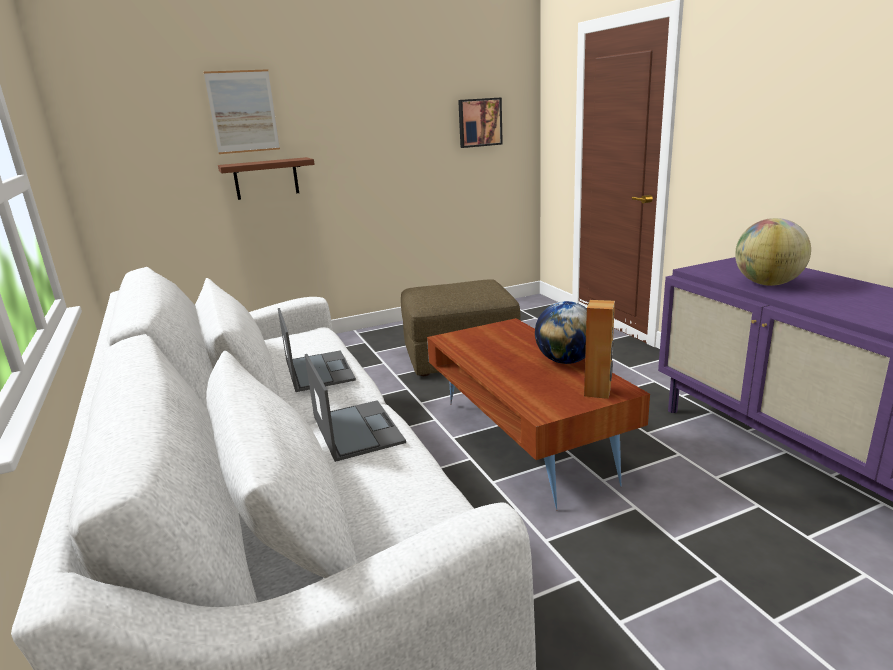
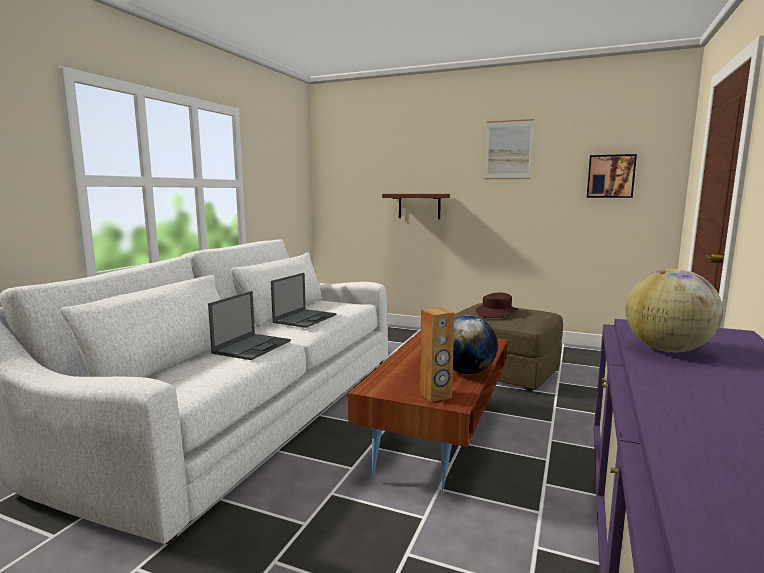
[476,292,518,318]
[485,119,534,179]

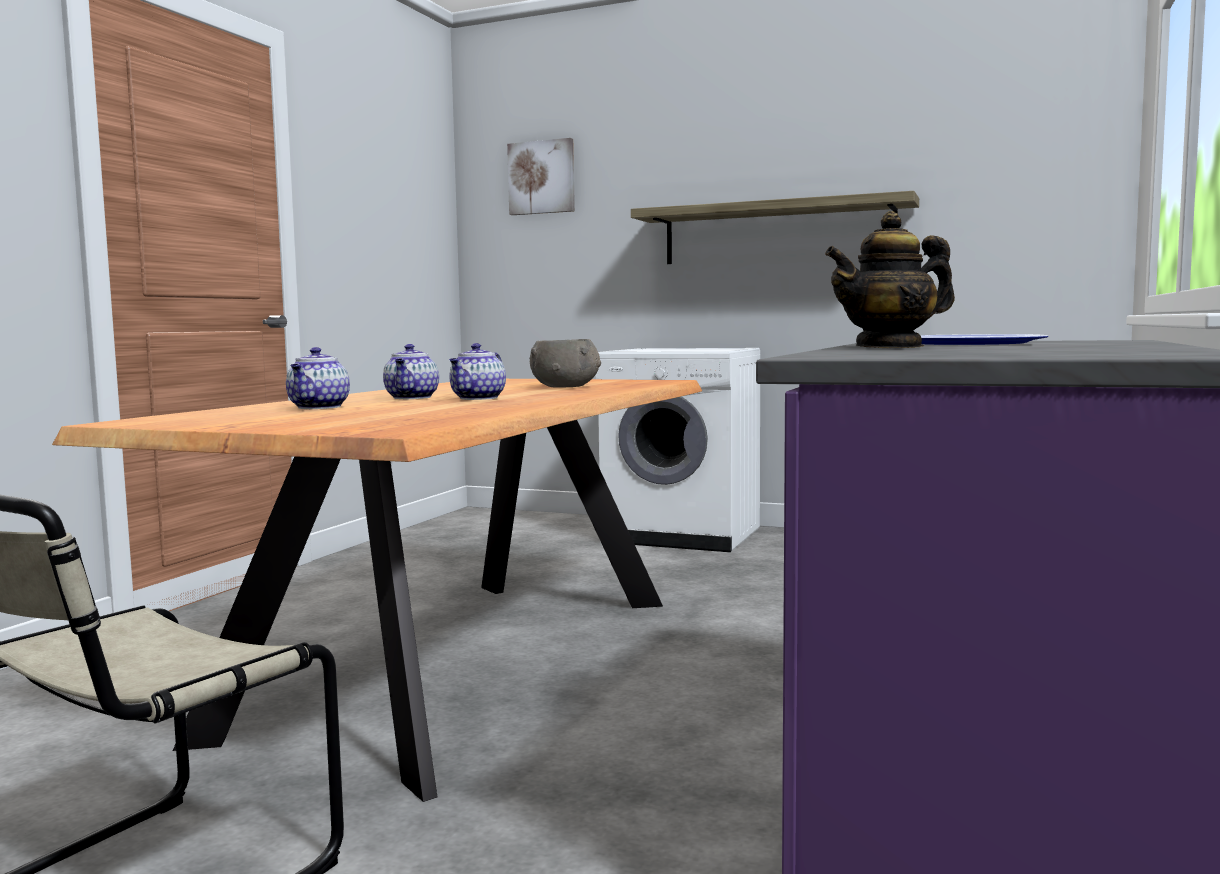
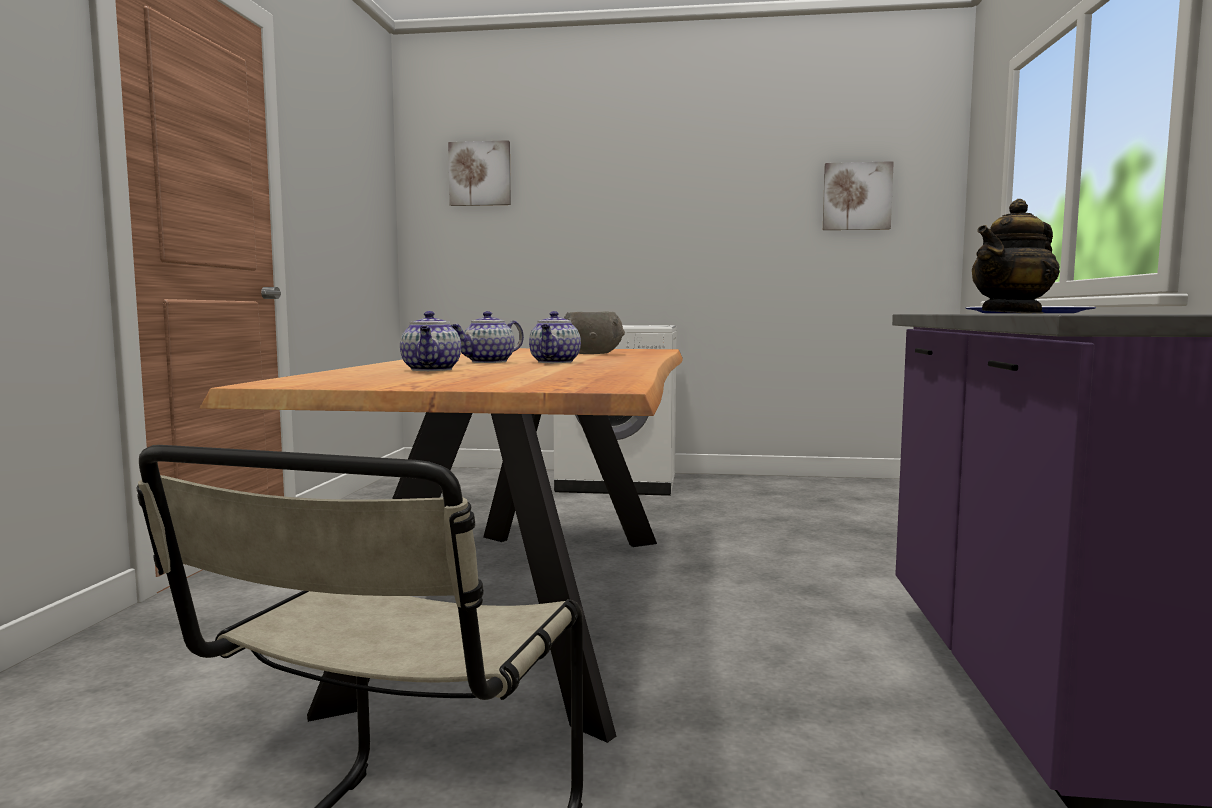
[451,311,524,363]
[823,161,894,230]
[631,191,919,264] (first image)

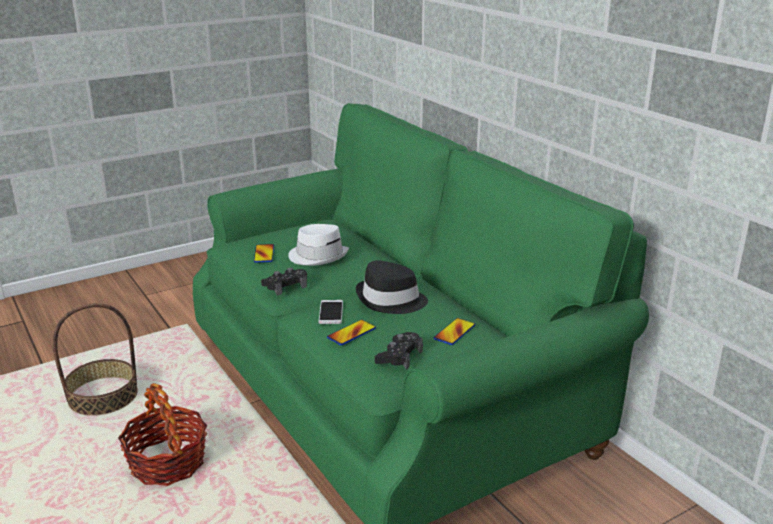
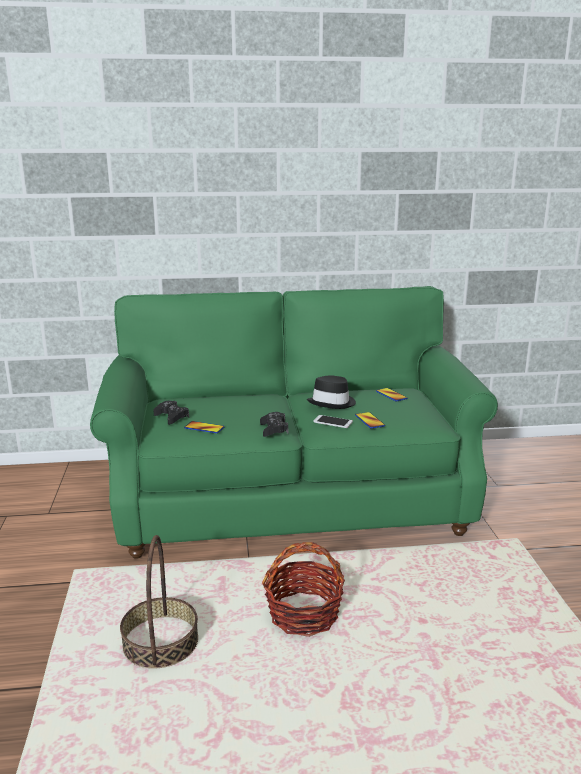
[153,401,189,425]
[288,224,349,266] (first image)

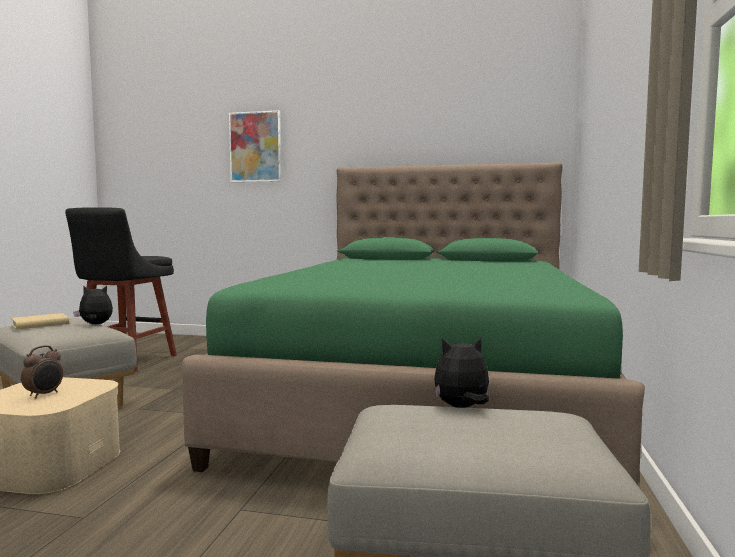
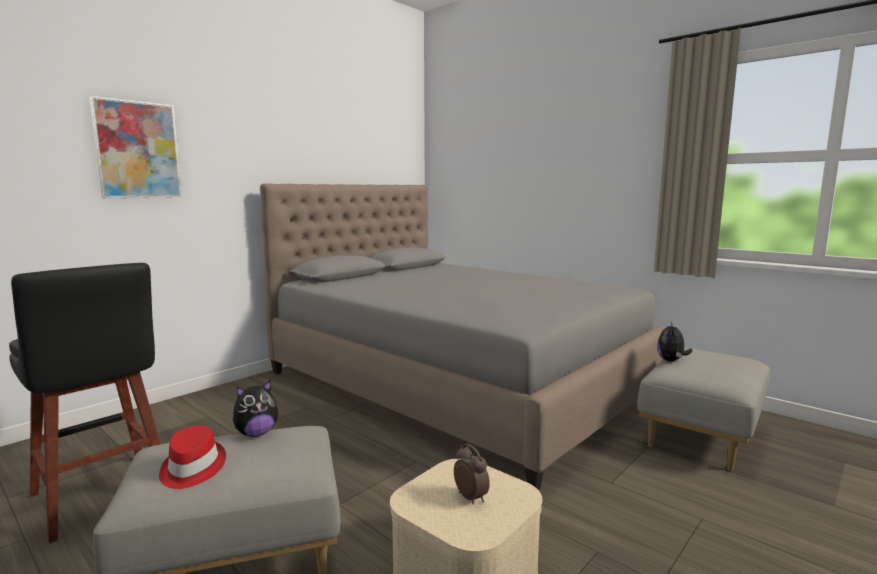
[159,425,226,489]
[233,380,278,437]
[260,183,666,490]

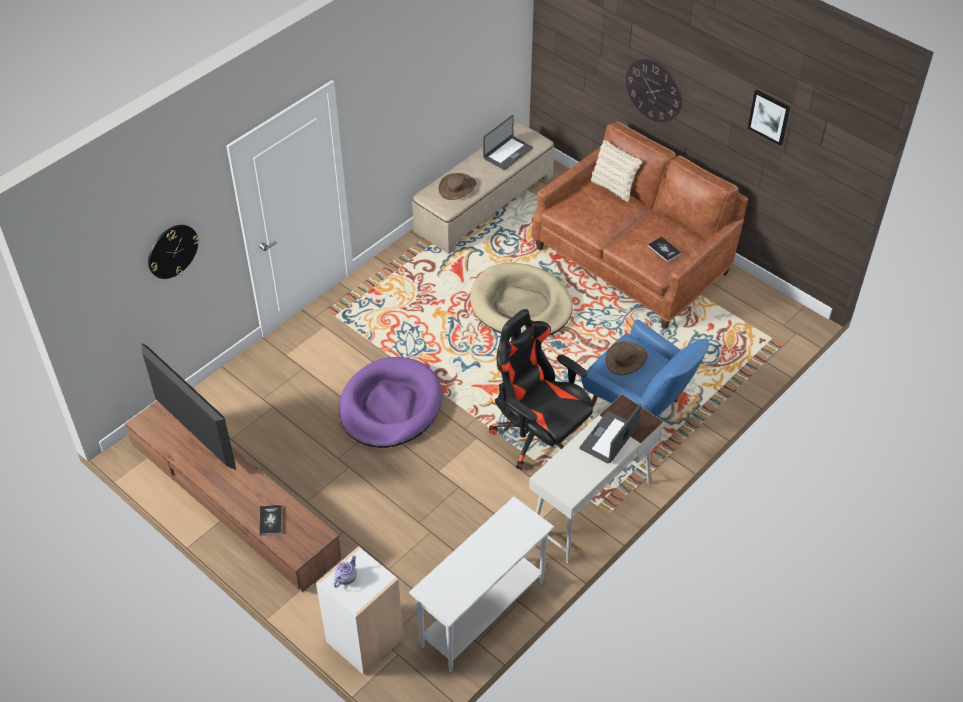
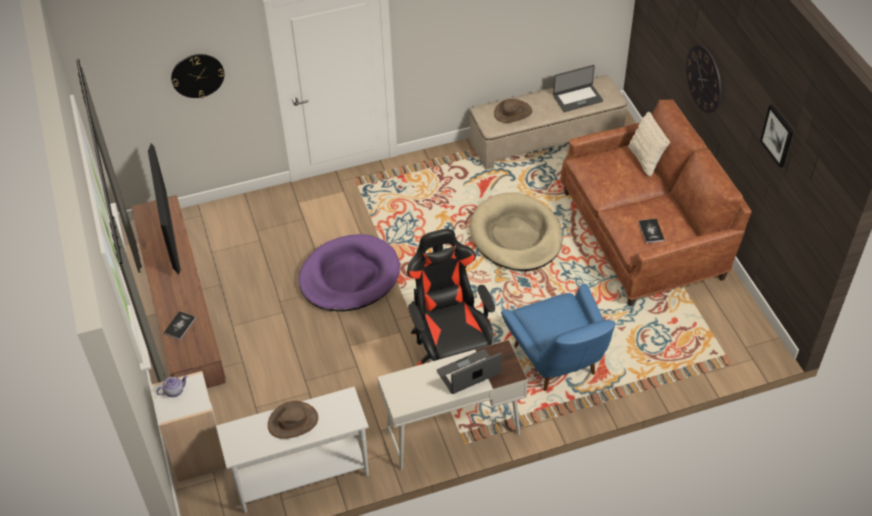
[268,401,318,439]

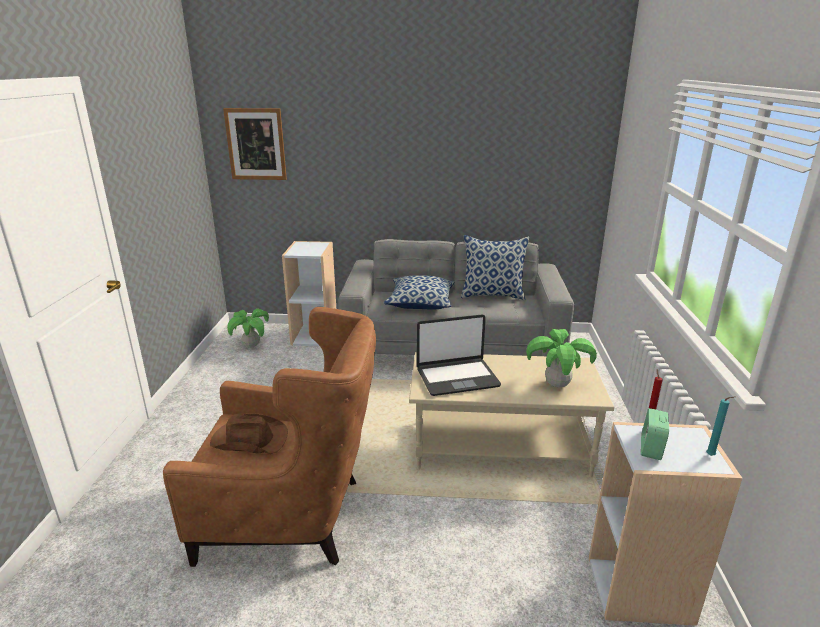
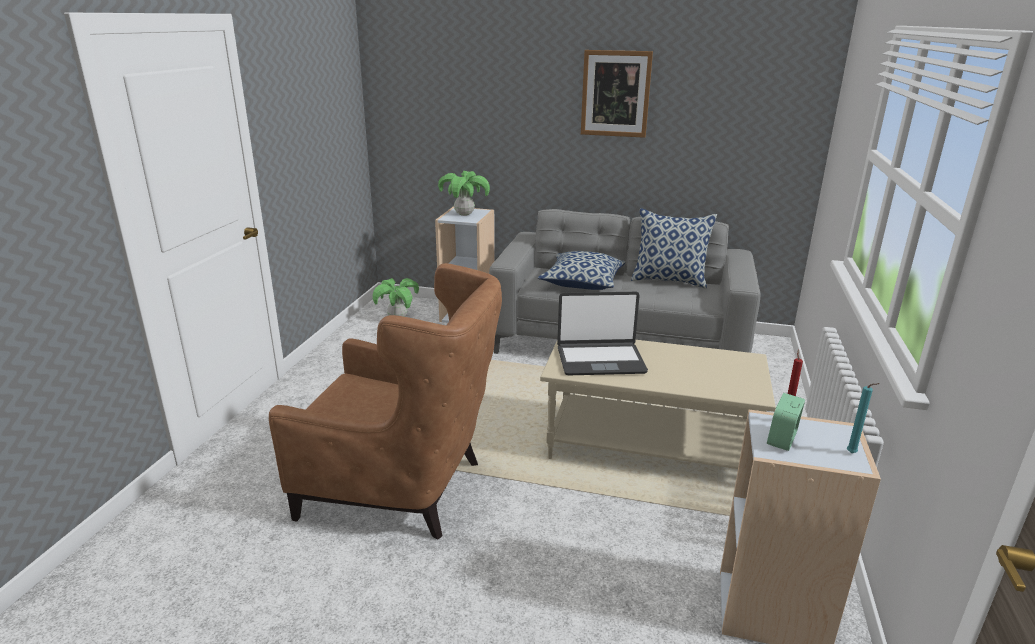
[438,171,490,216]
[581,50,653,138]
[210,413,288,454] (first image)

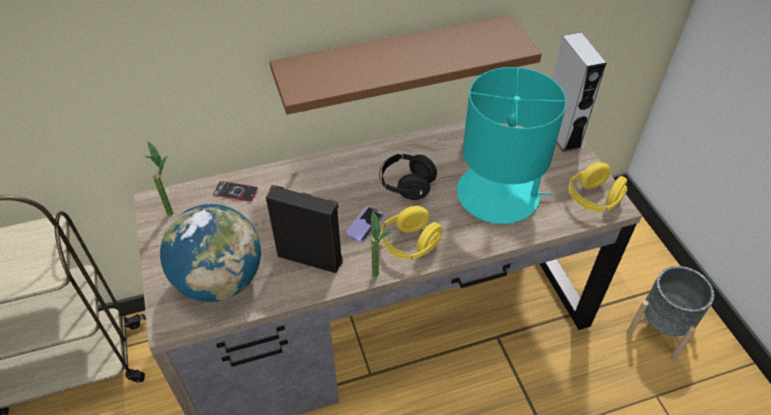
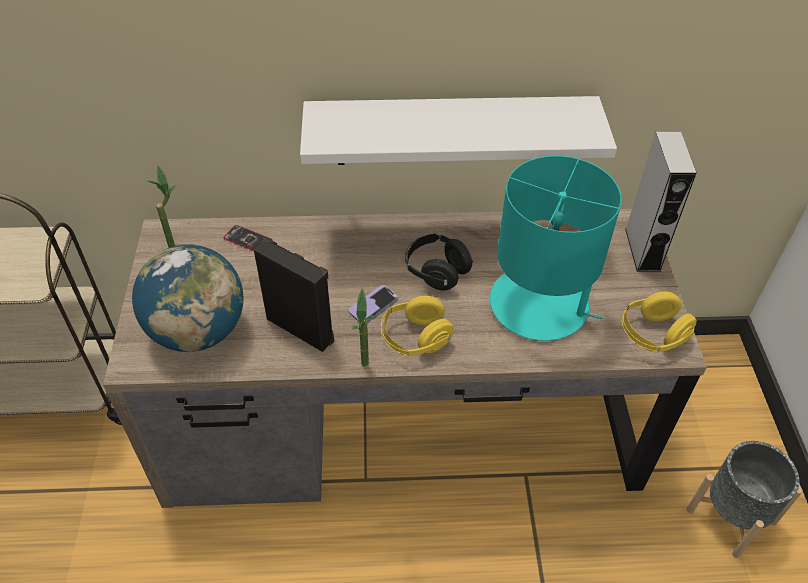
[300,96,617,165]

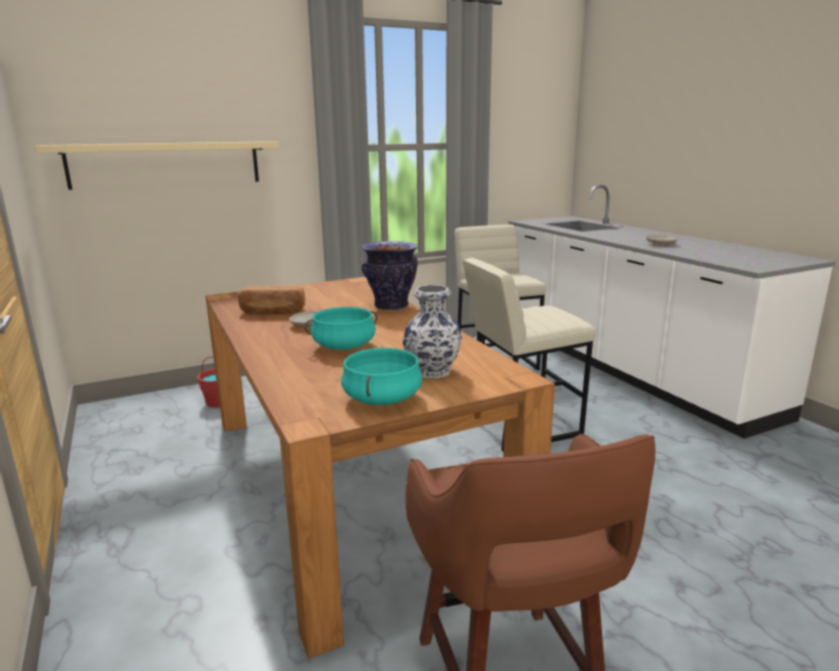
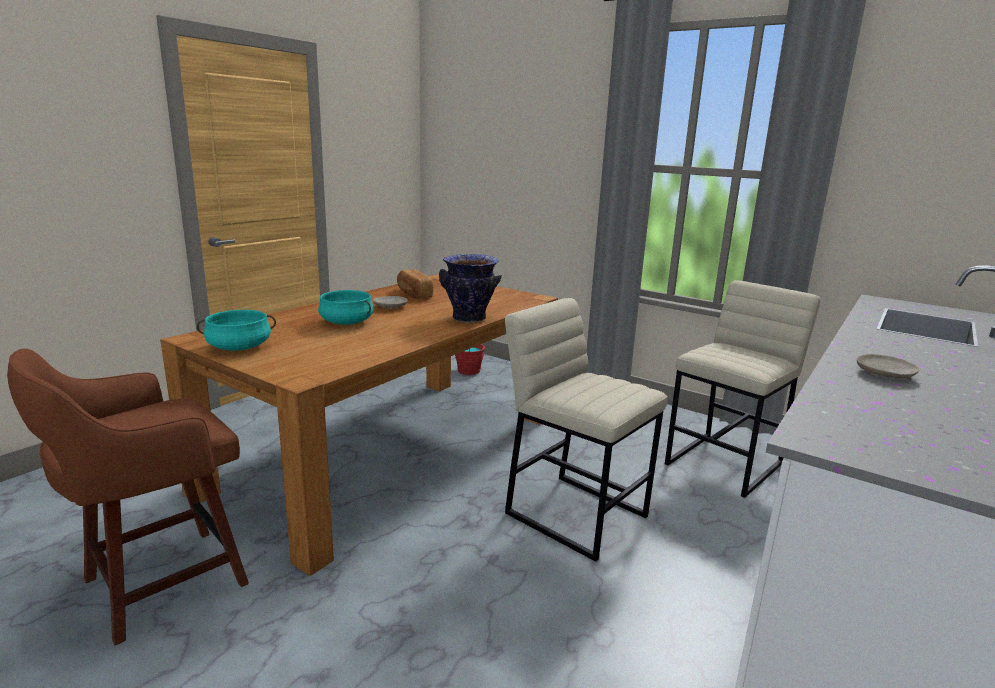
[35,141,279,190] (first image)
[403,285,462,378] (first image)

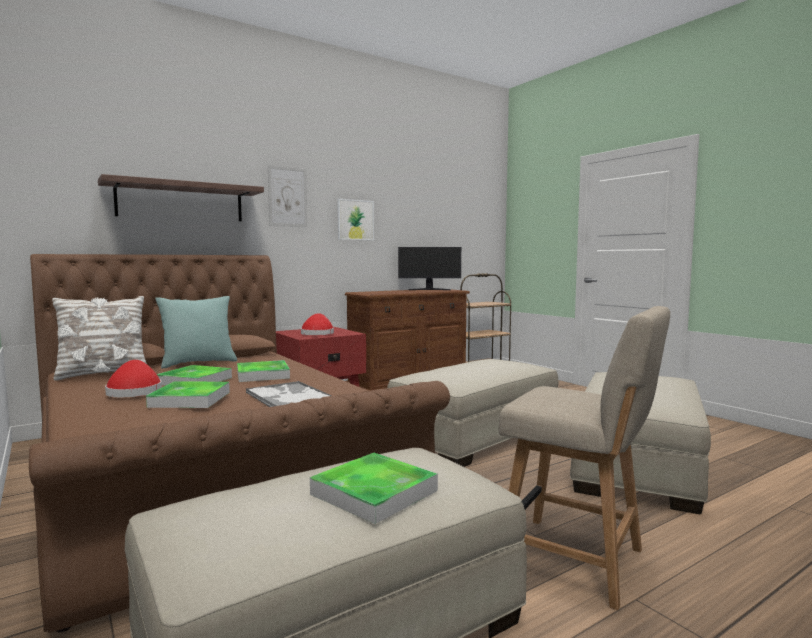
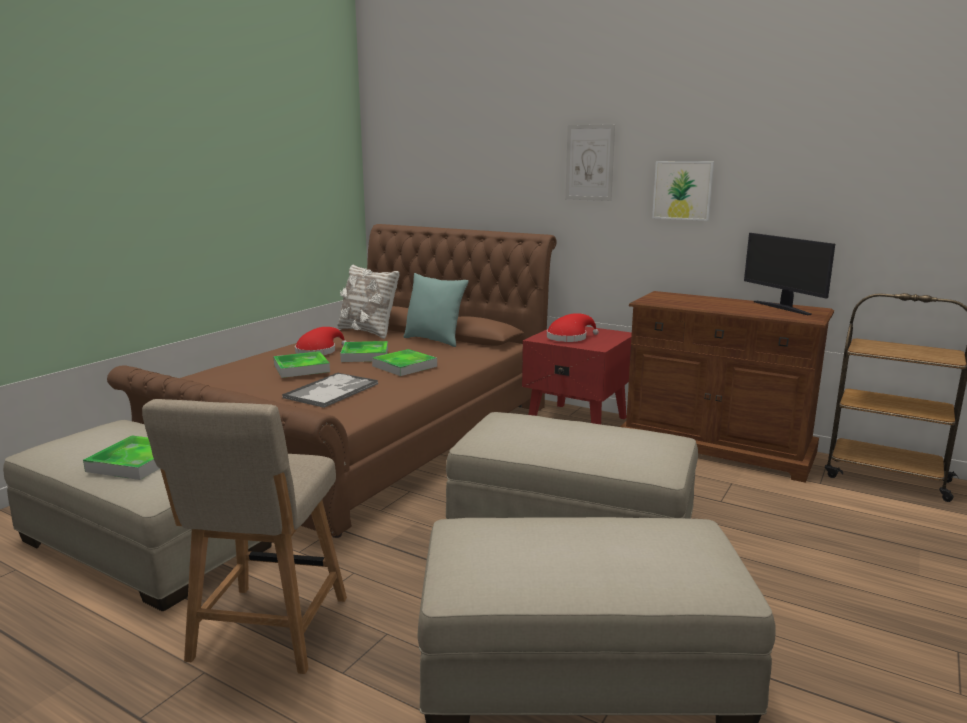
[98,174,264,221] (first image)

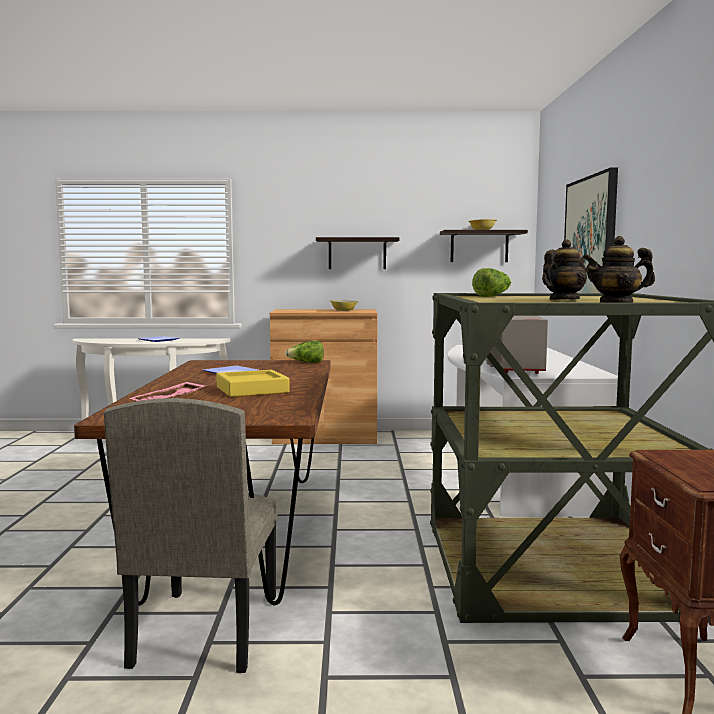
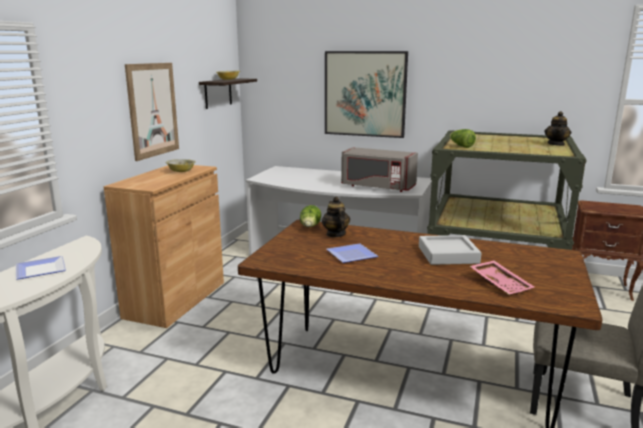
[125,63,179,161]
[322,197,350,237]
[419,235,481,265]

